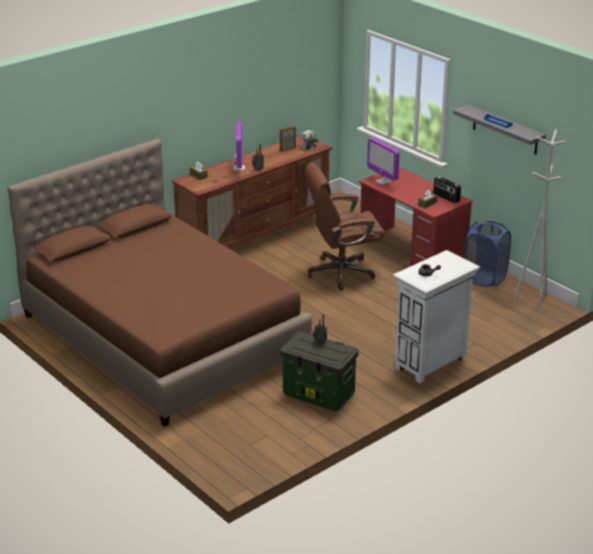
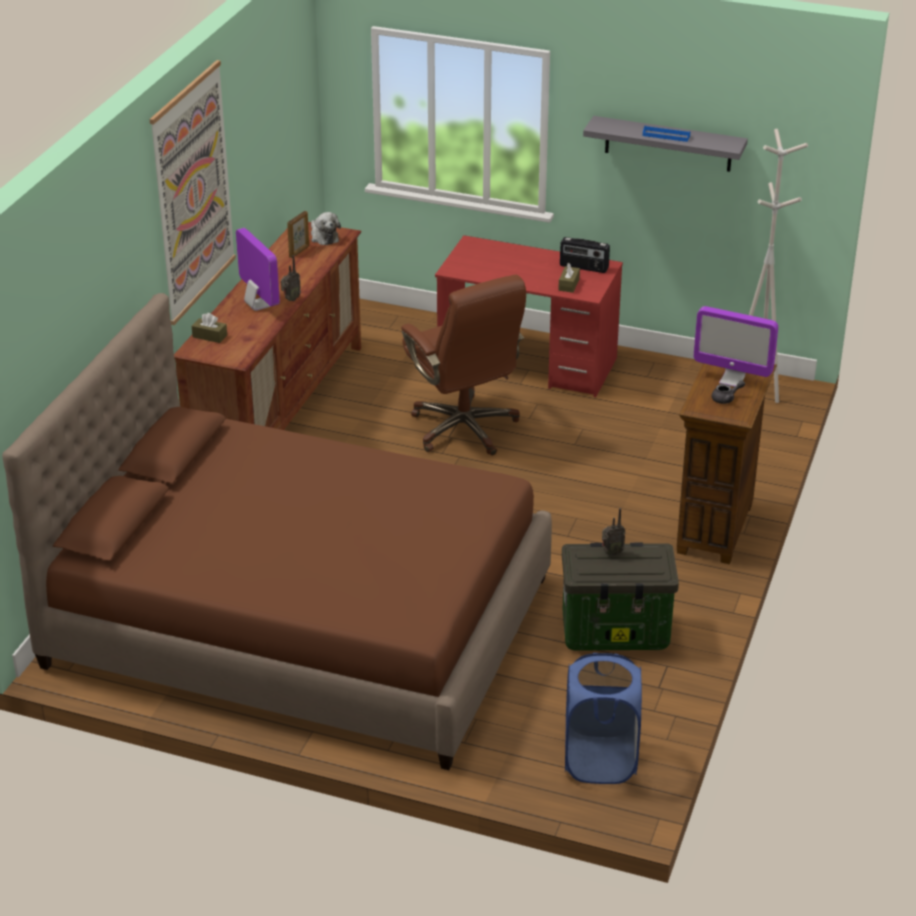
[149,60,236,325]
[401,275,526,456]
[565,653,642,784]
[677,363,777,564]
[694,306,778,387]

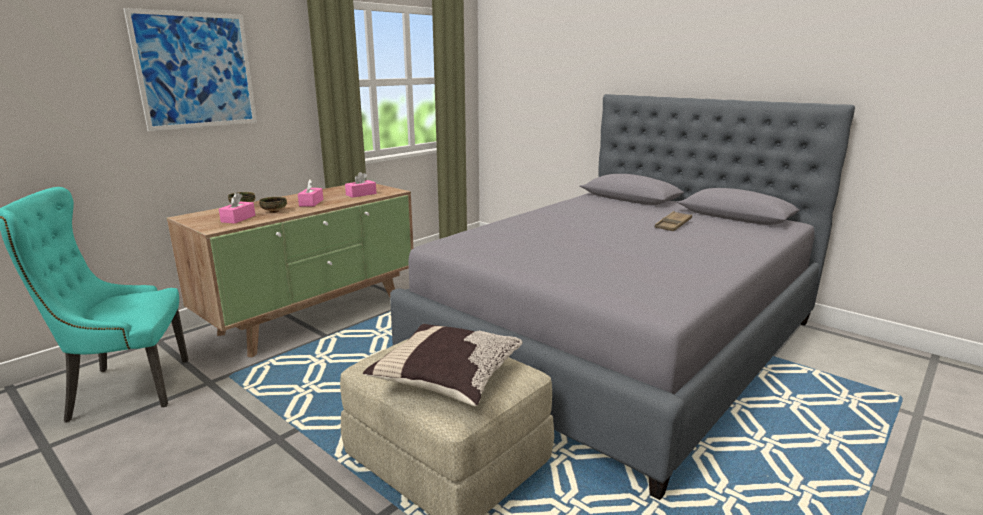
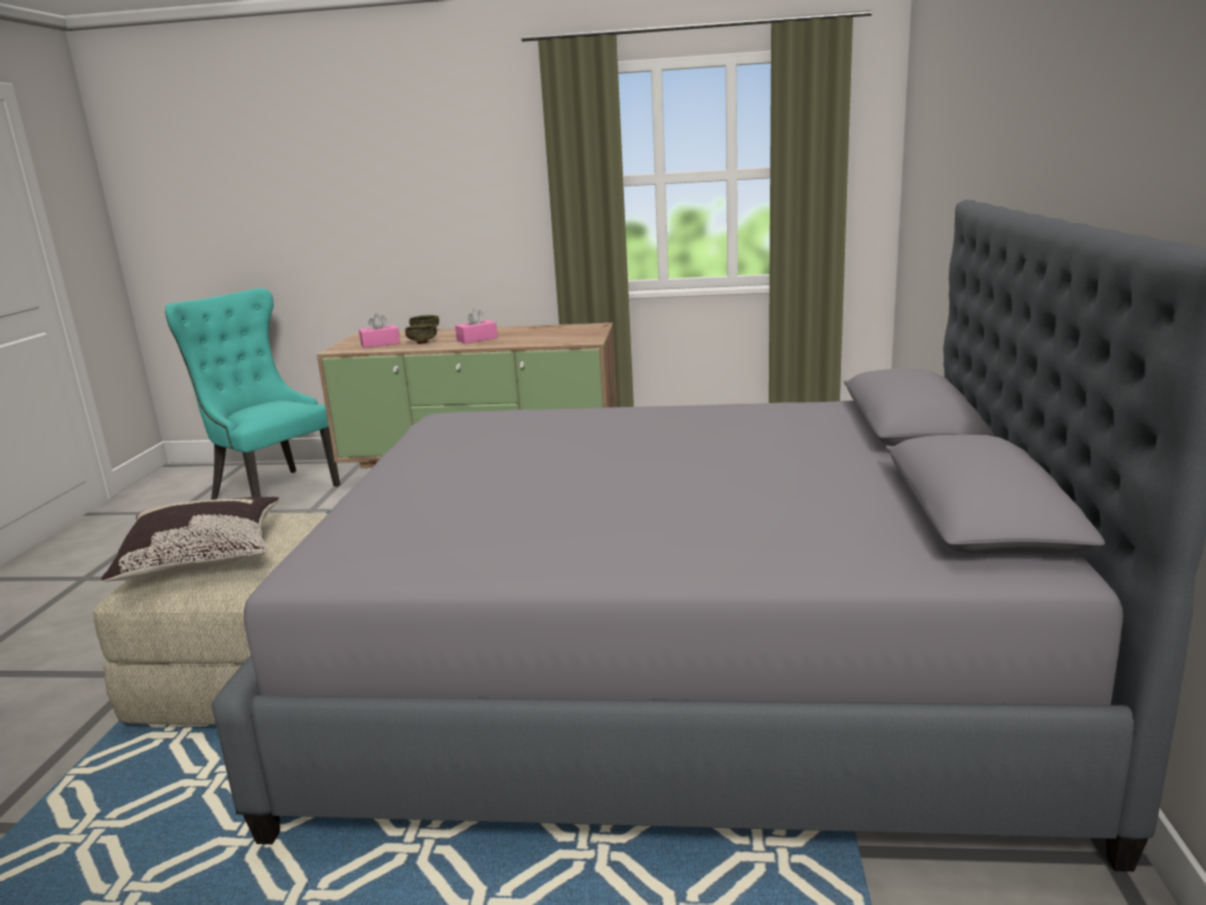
[124,8,257,131] (first image)
[345,172,376,198] (first image)
[655,211,692,231] (first image)

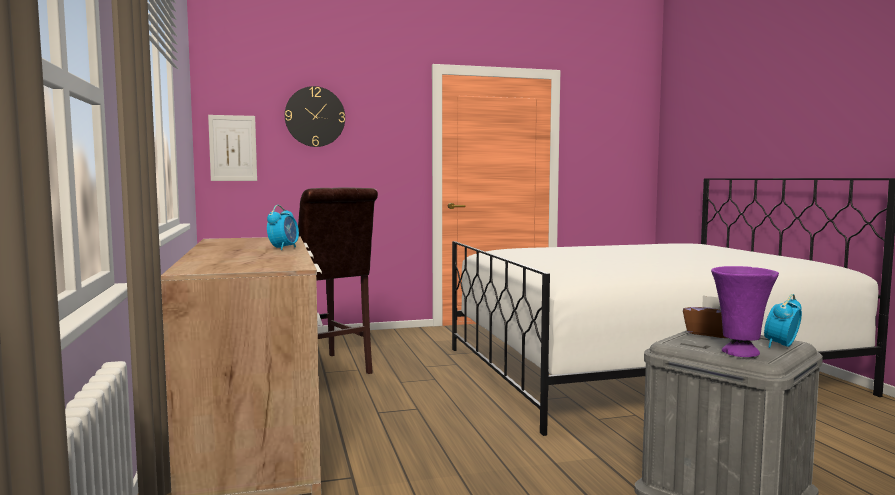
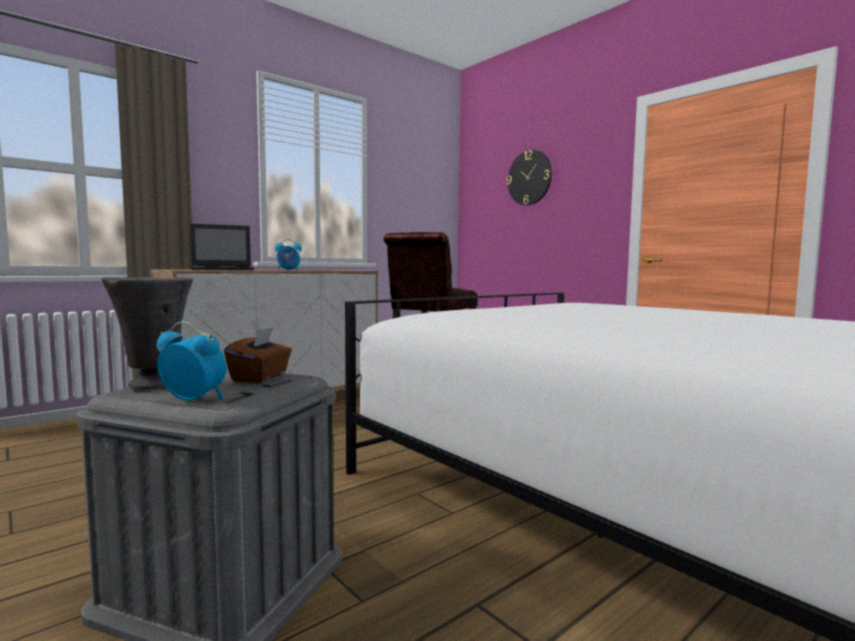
[101,277,193,390]
[190,224,254,270]
[208,115,257,181] (first image)

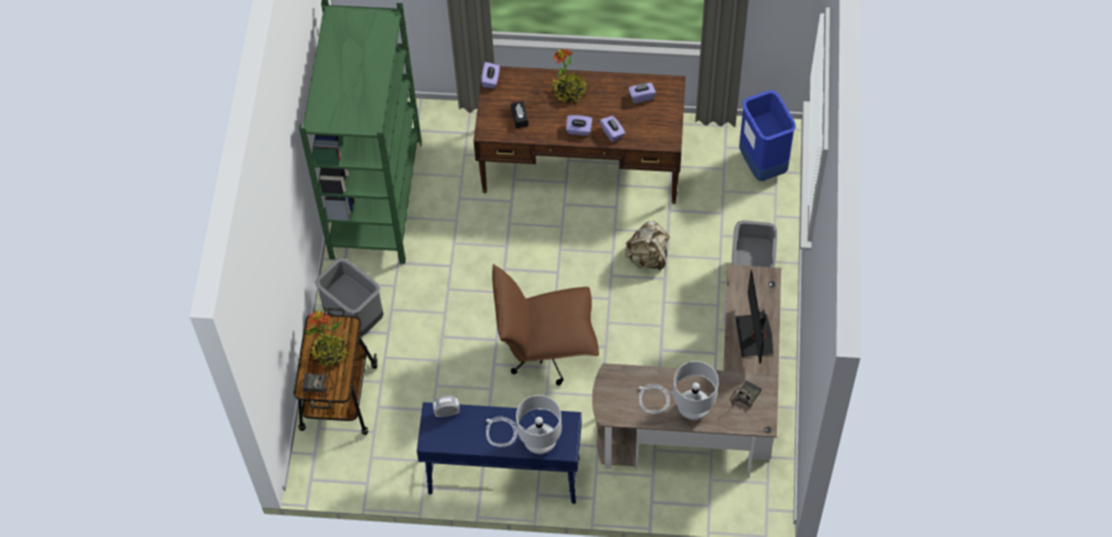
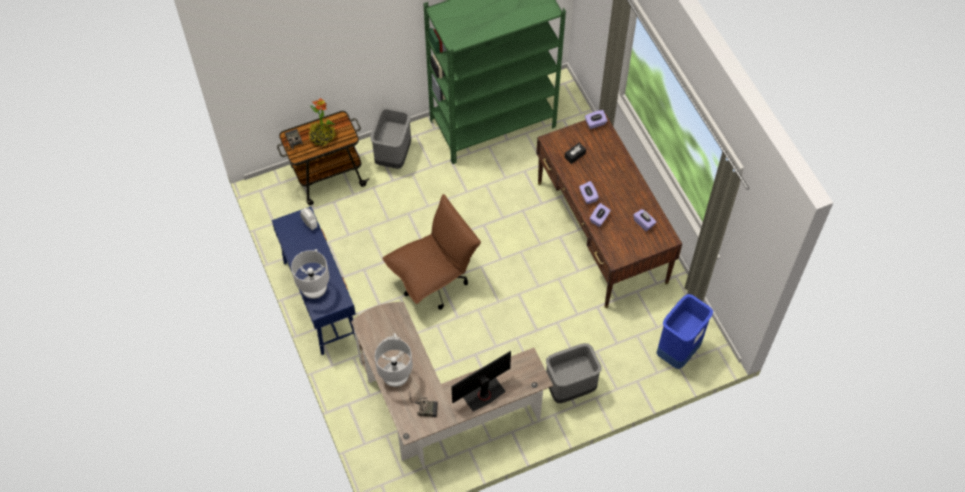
[382,194,481,310]
[552,49,587,103] (first image)
[625,221,670,270] (first image)

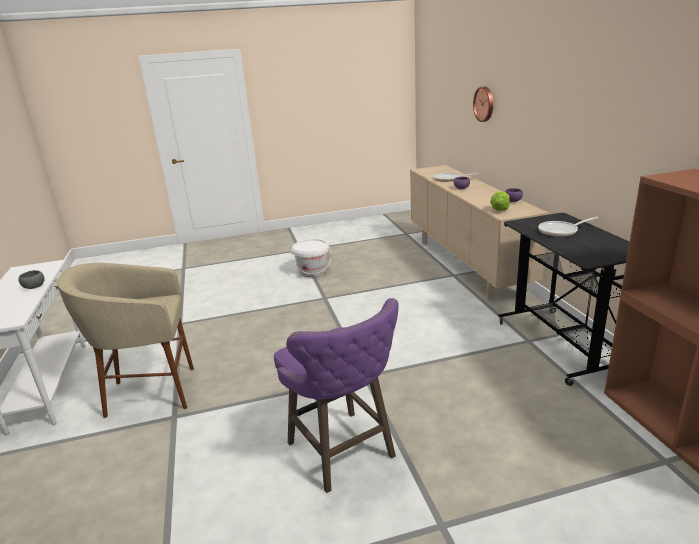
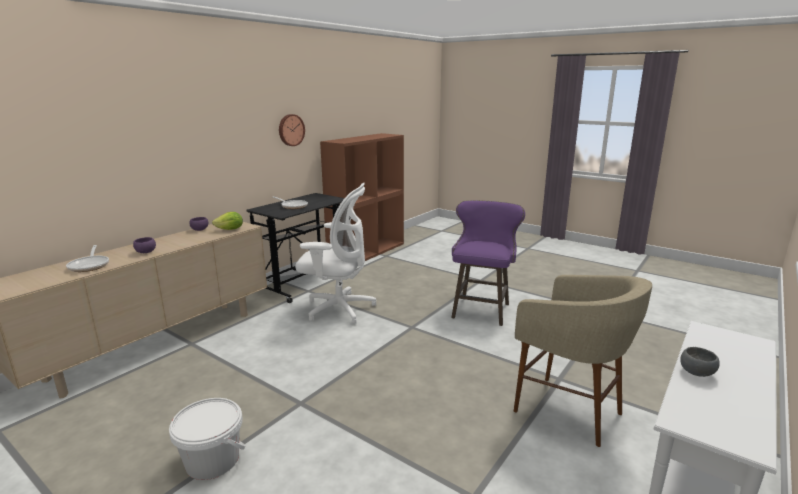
[279,114,305,146]
[295,183,376,324]

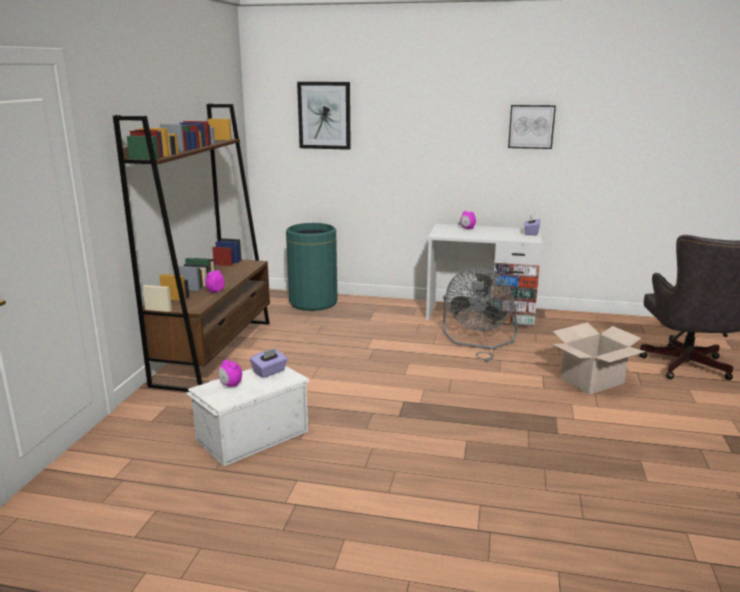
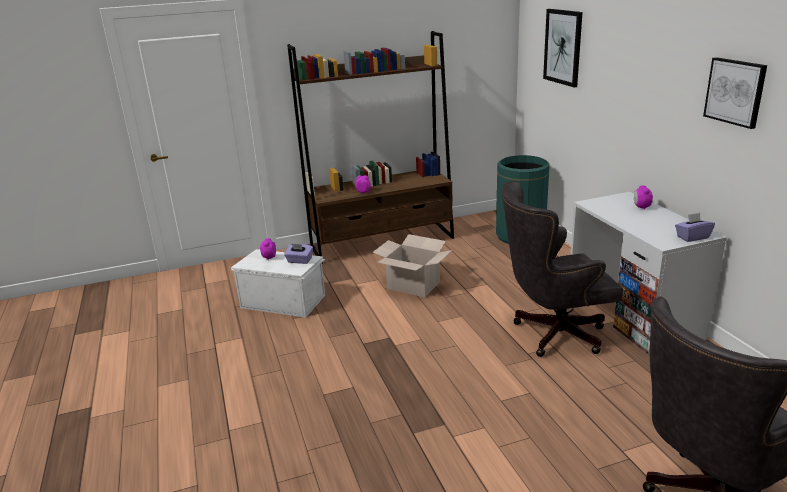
[372,234,452,297]
[502,181,623,357]

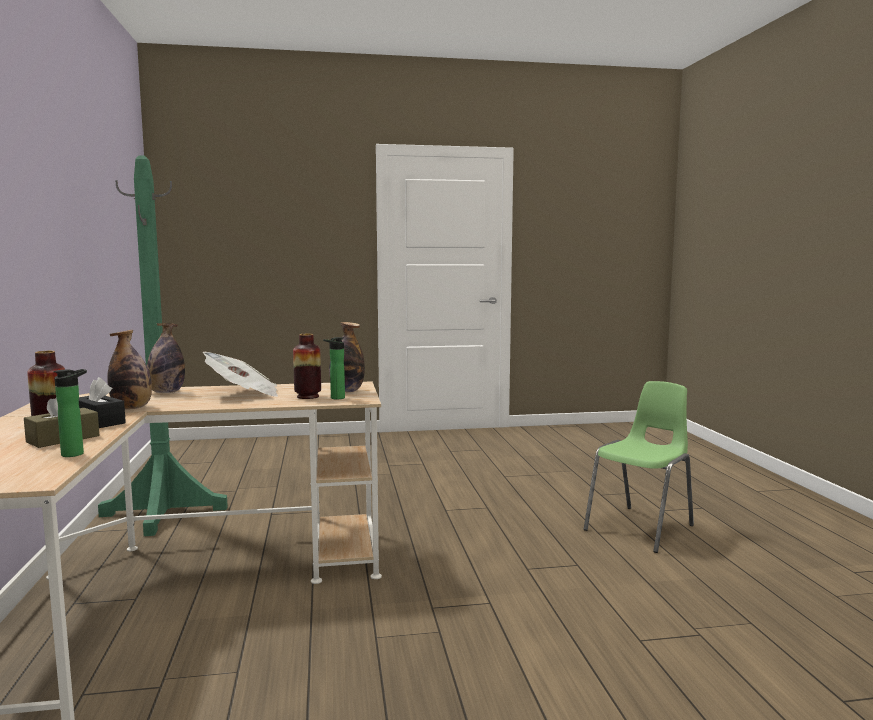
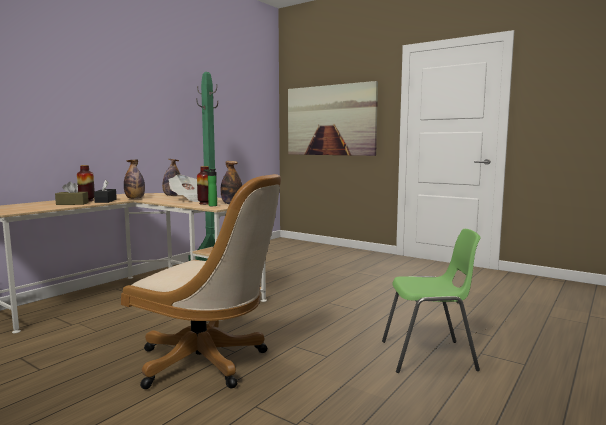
[121,174,281,389]
[288,81,378,156]
[53,369,87,457] (first image)

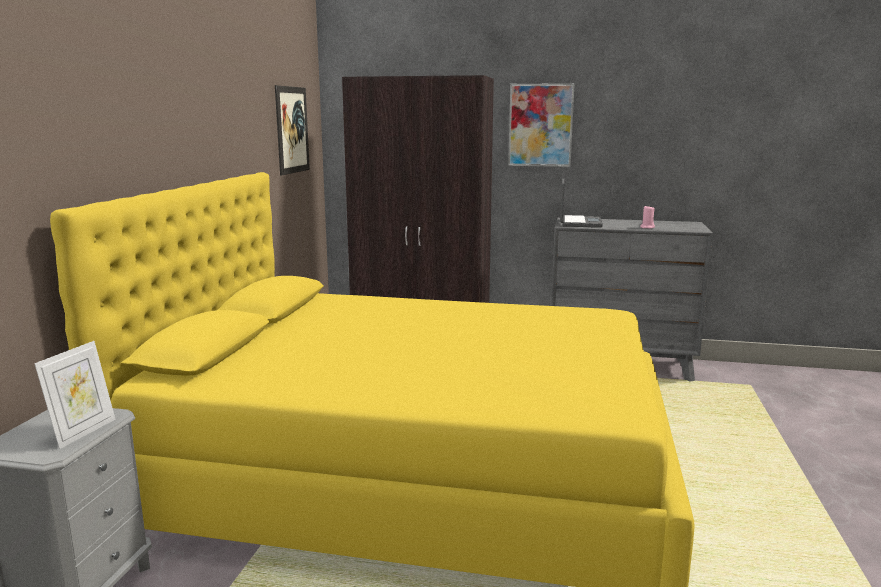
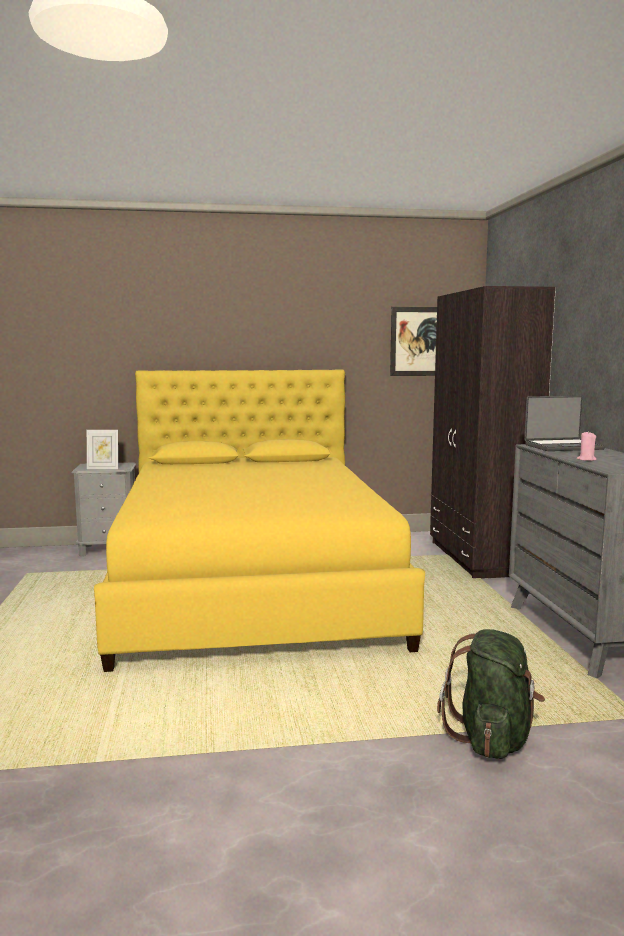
[437,629,545,759]
[508,83,575,167] (first image)

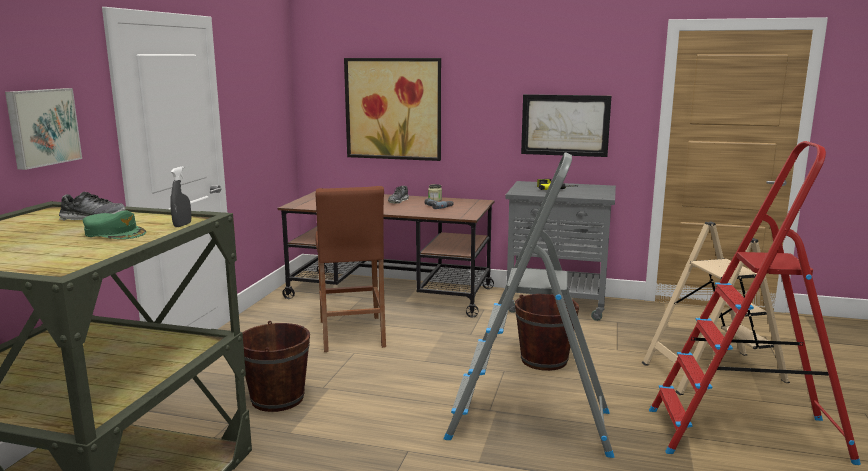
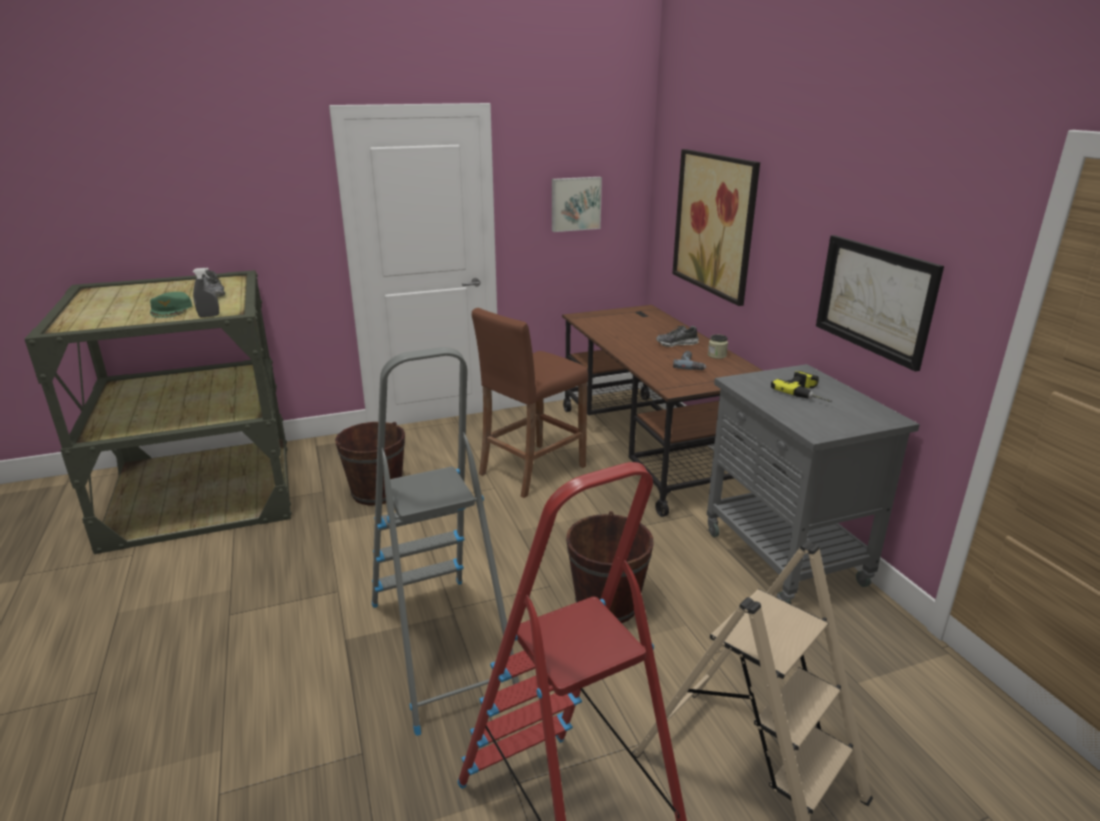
[552,177,602,232]

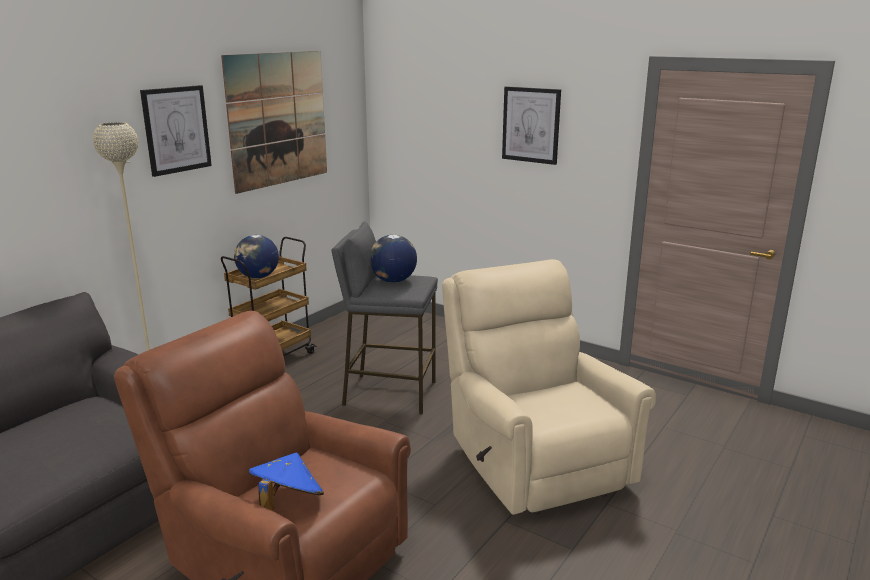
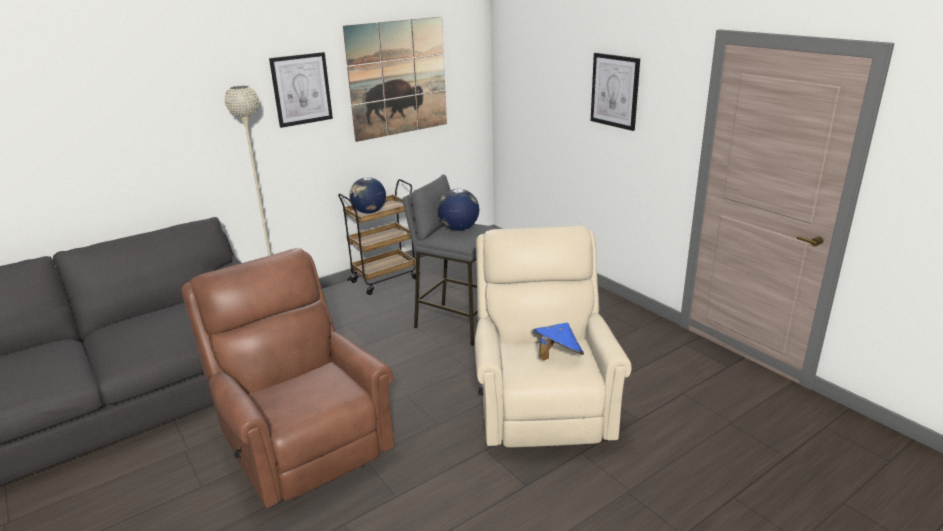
[533,323,584,360]

